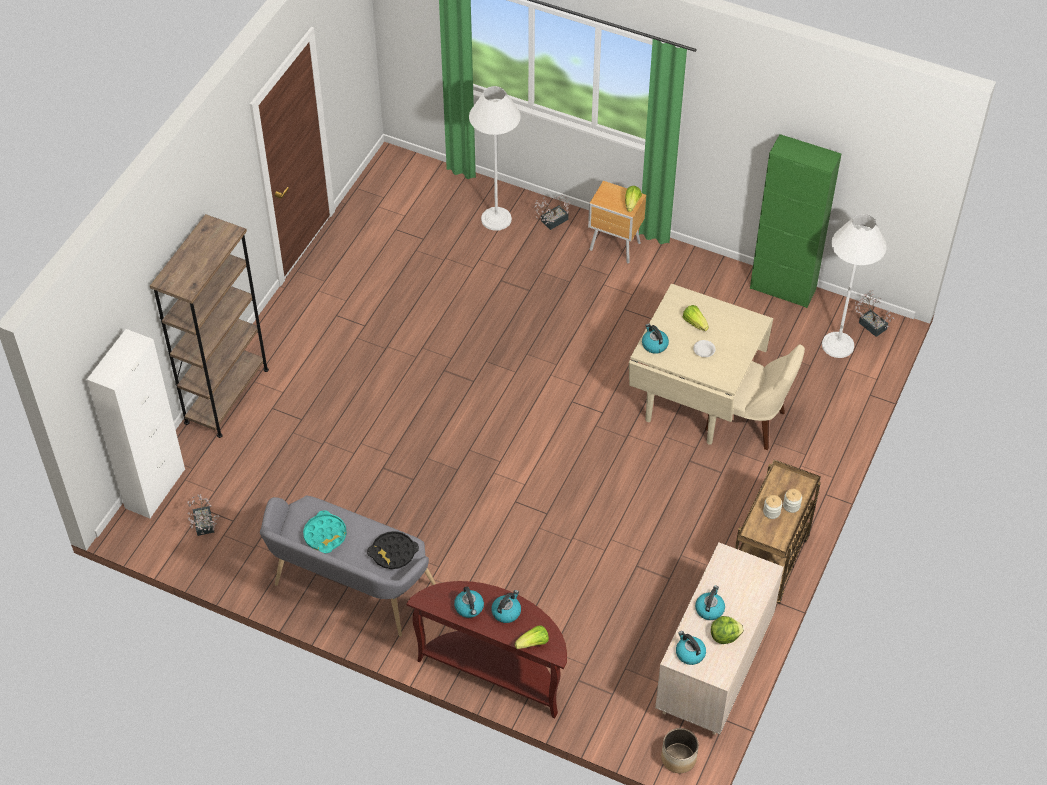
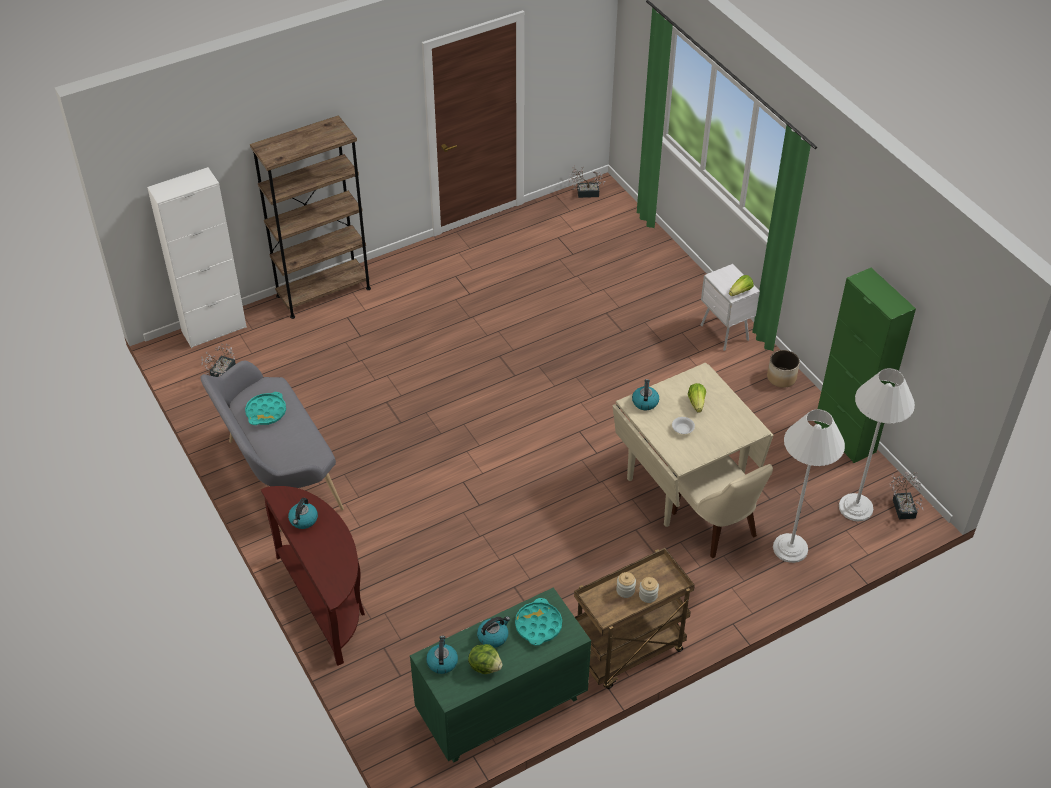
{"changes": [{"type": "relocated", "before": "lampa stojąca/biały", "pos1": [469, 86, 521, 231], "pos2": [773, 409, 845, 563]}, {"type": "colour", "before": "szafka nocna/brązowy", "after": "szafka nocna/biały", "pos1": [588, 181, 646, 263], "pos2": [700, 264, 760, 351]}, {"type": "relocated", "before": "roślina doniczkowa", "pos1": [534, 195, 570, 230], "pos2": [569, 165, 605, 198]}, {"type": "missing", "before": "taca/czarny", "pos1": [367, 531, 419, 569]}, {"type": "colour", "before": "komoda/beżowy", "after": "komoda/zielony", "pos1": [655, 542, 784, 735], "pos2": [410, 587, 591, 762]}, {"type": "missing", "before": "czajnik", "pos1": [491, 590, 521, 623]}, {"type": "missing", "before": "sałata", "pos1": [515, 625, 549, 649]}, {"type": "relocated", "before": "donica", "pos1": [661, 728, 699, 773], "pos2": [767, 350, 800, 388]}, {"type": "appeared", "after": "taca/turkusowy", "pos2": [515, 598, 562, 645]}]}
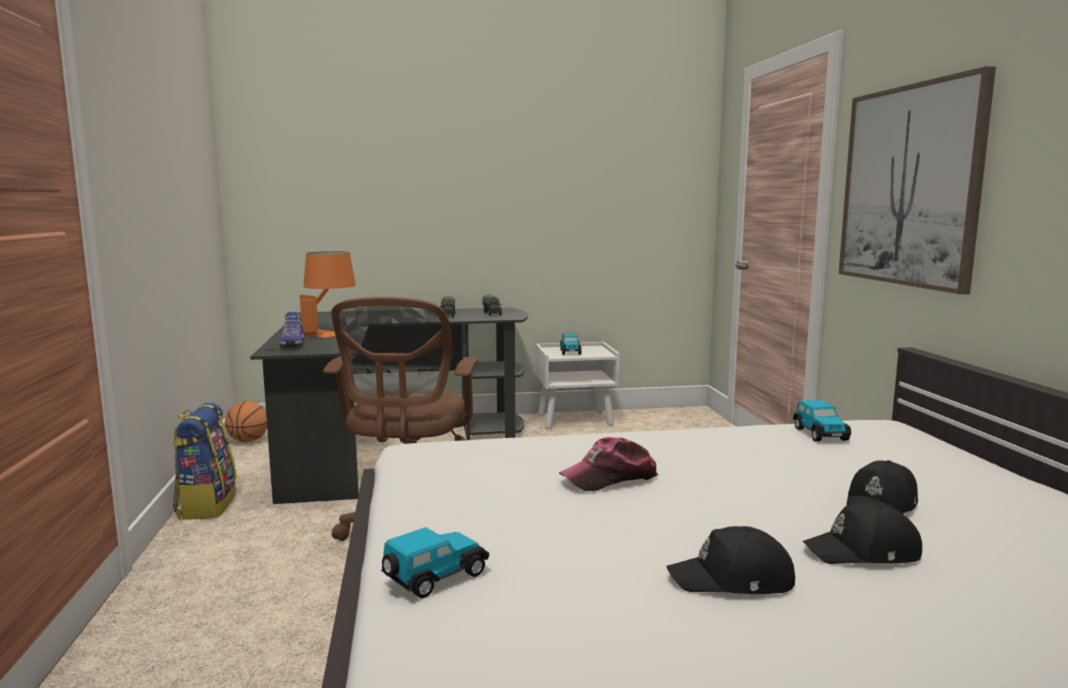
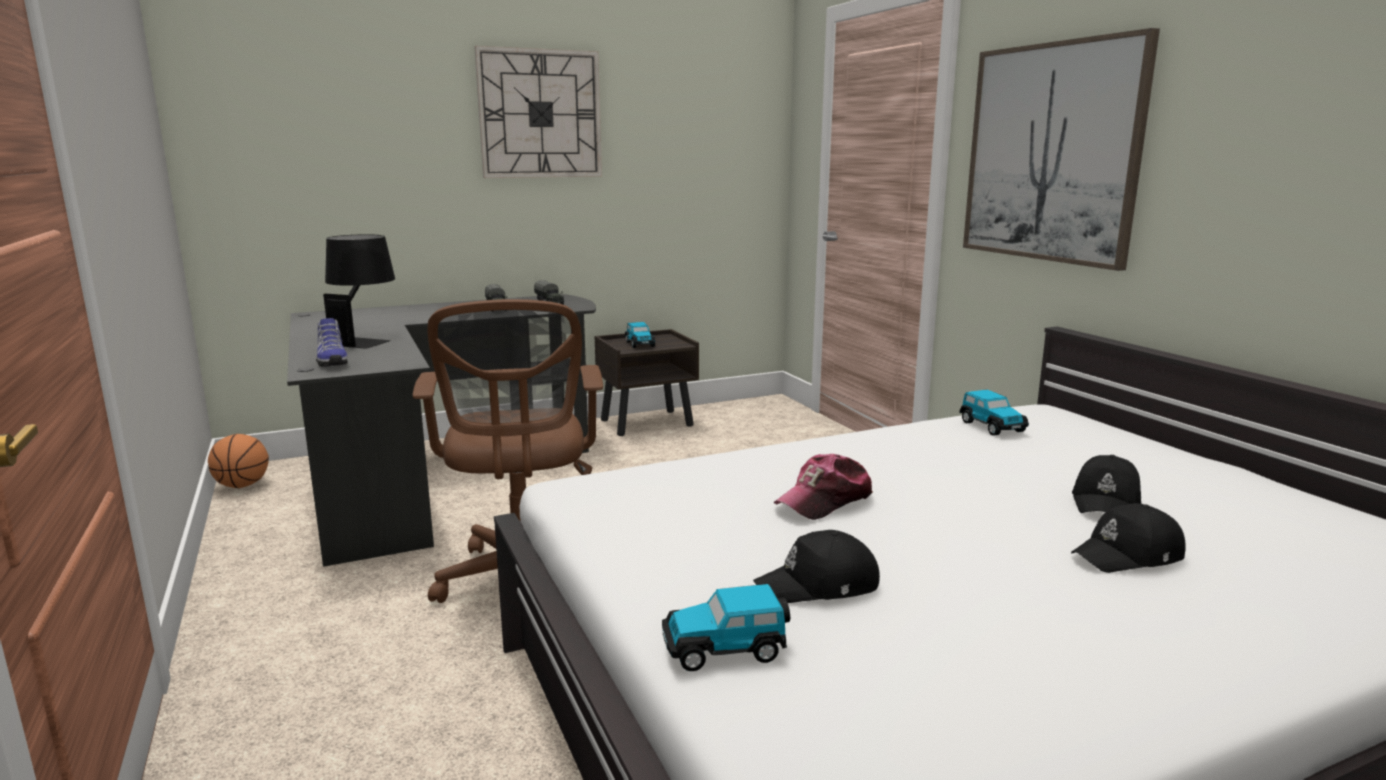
{"changes": [{"type": "colour", "before": "lampa stołowa/pomarańczowy", "after": "lampa stołowa/czarny", "pos1": [300, 251, 356, 338], "pos2": [323, 234, 395, 349]}, {"type": "colour", "before": "szafka nocna/biały", "after": "szafka nocna/brązowy", "pos1": [536, 342, 619, 429], "pos2": [595, 329, 699, 436]}, {"type": "missing", "before": "plecak", "pos1": [172, 403, 236, 520]}, {"type": "relocated", "before": "czapka z daszkiem/czarny", "pos1": [667, 526, 795, 594], "pos2": [753, 530, 880, 603]}, {"type": "spun", "before": "samochodzik", "pos1": [381, 527, 489, 598], "pos2": [662, 584, 790, 671], "turn": -135}, {"type": "appeared", "after": "zegar ścienny", "pos2": [474, 46, 602, 178]}]}
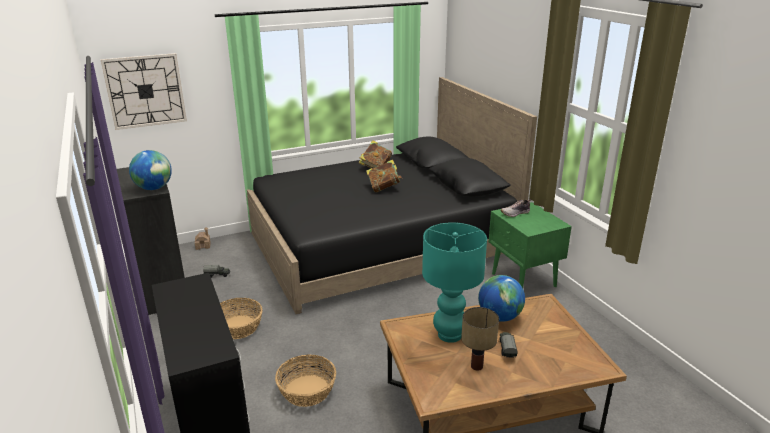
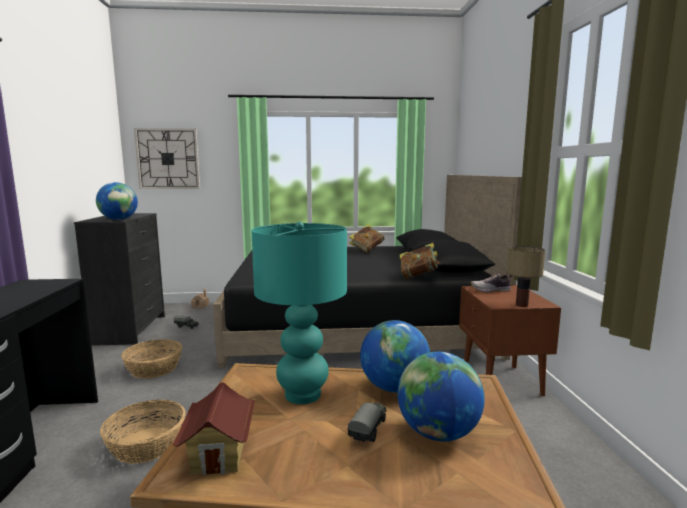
{"changes": [{"type": "relocated", "before": "książka", "pos1": [366, 160, 402, 192], "pos2": [400, 243, 441, 279]}, {"type": "colour", "before": "szafka nocna/zielony", "after": "szafka nocna/brązowy", "pos1": [488, 202, 572, 288], "pos2": [459, 285, 561, 396]}, {"type": "relocated", "before": "lampa stołowa", "pos1": [461, 307, 499, 371], "pos2": [507, 246, 545, 307]}, {"type": "appeared", "after": "globus", "pos2": [397, 352, 485, 441]}, {"type": "appeared", "after": "domek", "pos2": [172, 382, 255, 475]}]}
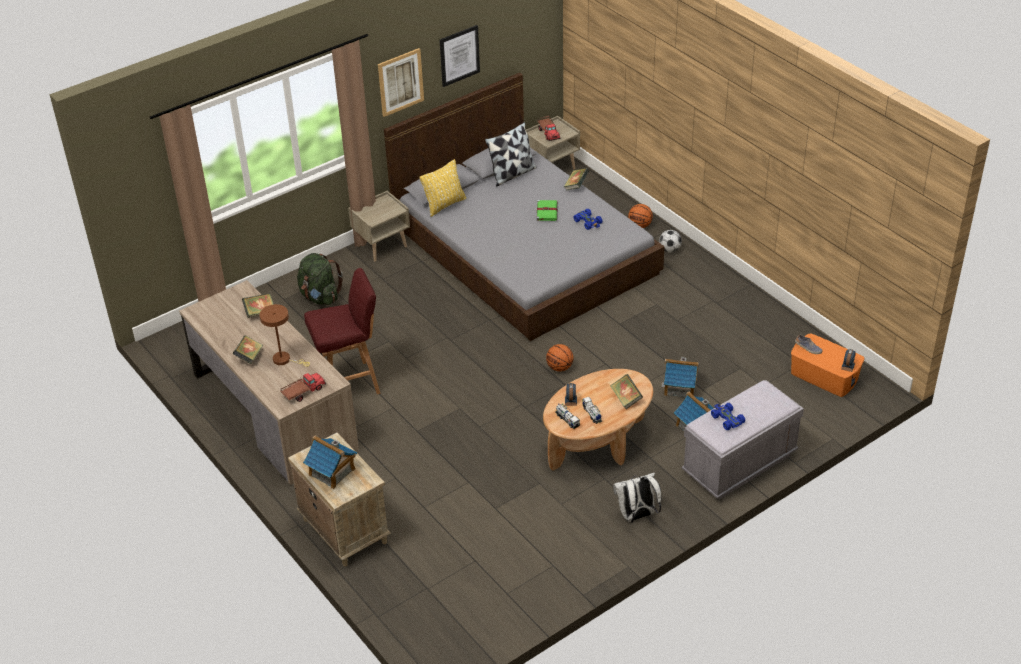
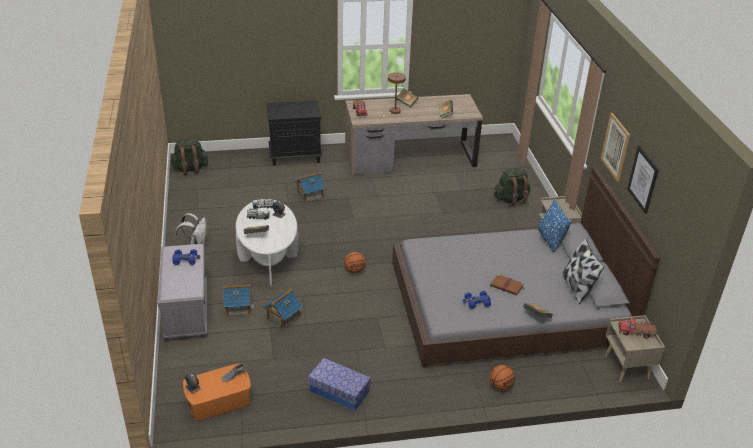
{"changes": [{"type": "colour", "before": "poduszka/żółty", "after": "poduszka/niebieski", "pos1": [420, 159, 466, 217], "pos2": [538, 200, 571, 253]}, {"type": "colour", "before": "książka/zielony", "after": "książka/brązowy", "pos1": [536, 200, 558, 221], "pos2": [490, 274, 525, 295]}, {"type": "missing", "before": "piłka futbolowa", "pos1": [659, 230, 682, 253]}, {"type": "missing", "before": "stołek/czerwony", "pos1": [304, 268, 380, 394]}, {"type": "colour", "before": "ława/brązowy", "after": "ława/biały", "pos1": [543, 369, 653, 471], "pos2": [236, 199, 298, 286]}, {"type": "colour", "before": "szafka nocna/beżowy", "after": "szafka nocna/czarny", "pos1": [288, 433, 391, 566], "pos2": [266, 101, 322, 166]}, {"type": "relocated", "before": "domek", "pos1": [303, 436, 357, 489], "pos2": [295, 172, 325, 203]}, {"type": "appeared", "after": "plecak/zielony", "pos2": [170, 138, 208, 175]}, {"type": "appeared", "after": "pojemnik do przechowywania", "pos2": [308, 358, 371, 411]}]}
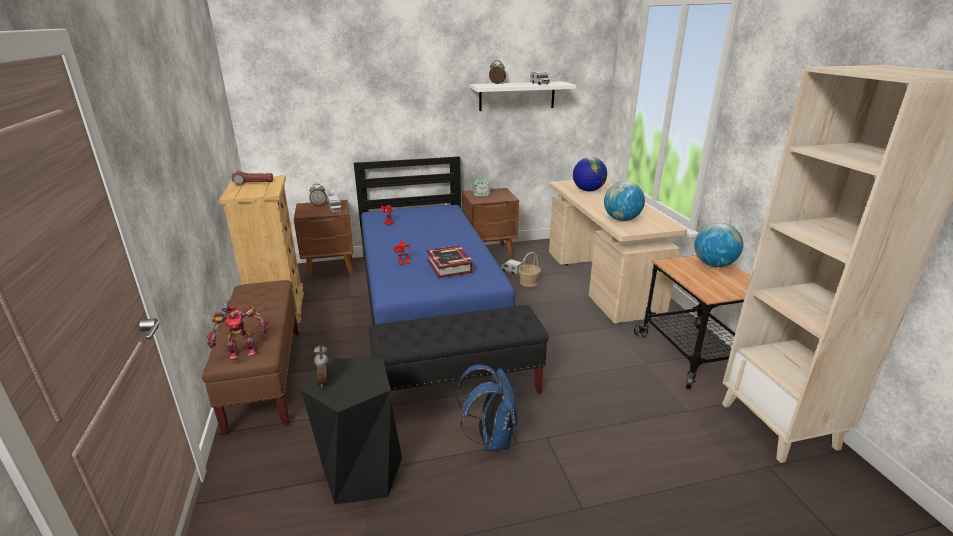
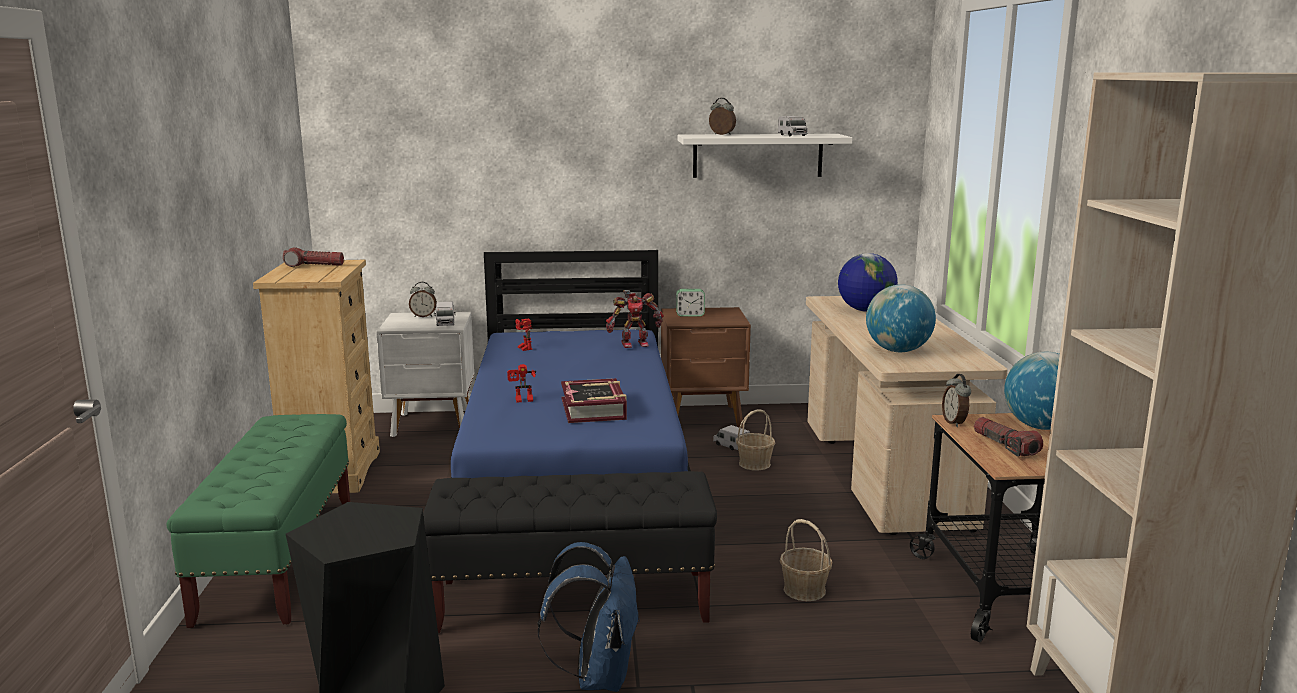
{"changes": [{"type": "colour", "before": "szafka nocna/brązowy", "after": "szafka nocna/biały", "pos1": [294, 200, 354, 281], "pos2": [377, 312, 474, 437]}, {"type": "colour", "before": "ławka/brązowy", "after": "ławka/zielony", "pos1": [202, 280, 299, 436], "pos2": [166, 414, 350, 628]}, {"type": "relocated", "before": "robot zabawkowy", "pos1": [207, 300, 269, 360], "pos2": [606, 290, 664, 348]}, {"type": "relocated", "before": "budzik", "pos1": [314, 344, 328, 387], "pos2": [942, 374, 971, 427]}, {"type": "appeared", "after": "latarka", "pos2": [974, 417, 1043, 457]}, {"type": "appeared", "after": "koszyk", "pos2": [780, 519, 832, 601]}]}
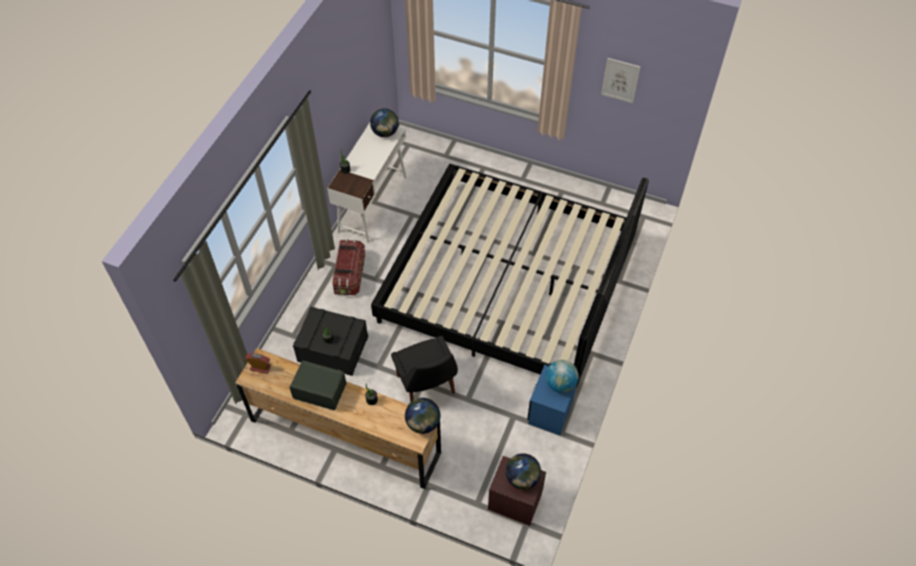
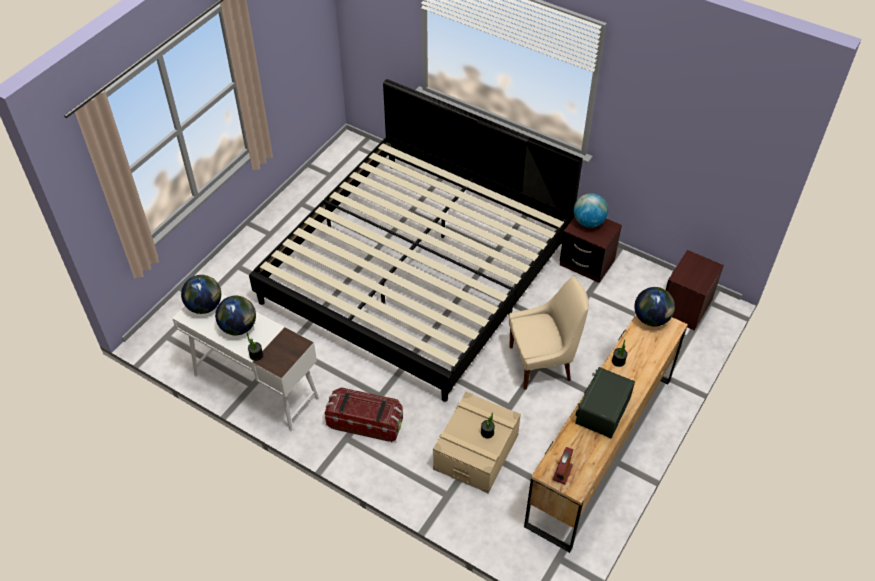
{"changes": [{"type": "missing", "before": "obraz", "pos1": [601, 58, 640, 103]}, {"type": "colour", "before": "pojemnik do przechowywania/czarny", "after": "pojemnik do przechowywania/beżowy", "pos1": [293, 307, 368, 376], "pos2": [433, 391, 521, 493]}, {"type": "colour", "before": "krzesło/czarny", "after": "krzesło/beżowy", "pos1": [391, 336, 458, 402], "pos2": [509, 277, 589, 390]}, {"type": "colour", "before": "szafka nocna/niebieski", "after": "szafka nocna/brązowy", "pos1": [527, 365, 577, 435], "pos2": [560, 217, 622, 283]}, {"type": "relocated", "before": "globus", "pos1": [506, 453, 541, 490], "pos2": [215, 296, 256, 335]}]}
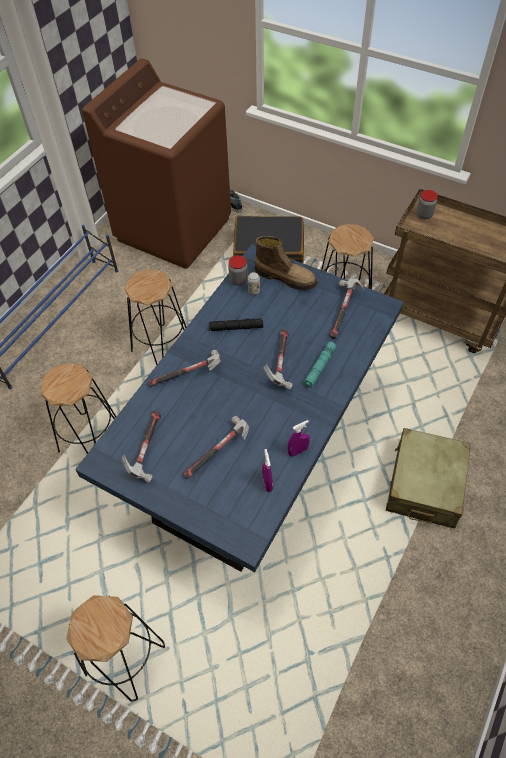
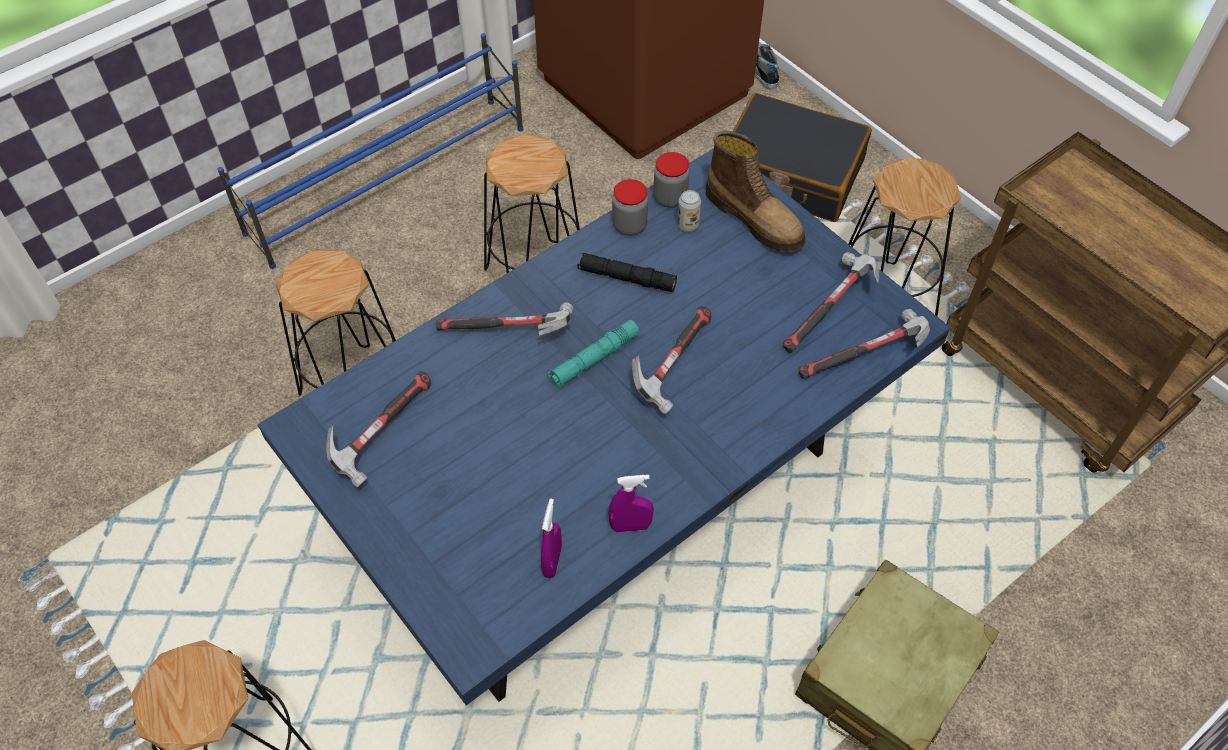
{"changes": [{"type": "relocated", "before": "słoik", "pos1": [416, 190, 438, 219], "pos2": [612, 179, 648, 236]}, {"type": "relocated", "before": "latarka/turkusowy", "pos1": [303, 342, 336, 387], "pos2": [547, 320, 640, 388]}, {"type": "relocated", "before": "młotek", "pos1": [183, 416, 249, 479], "pos2": [799, 309, 930, 379]}]}
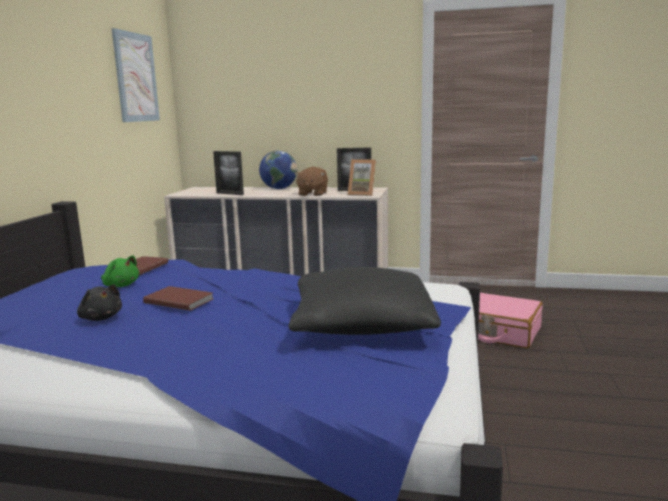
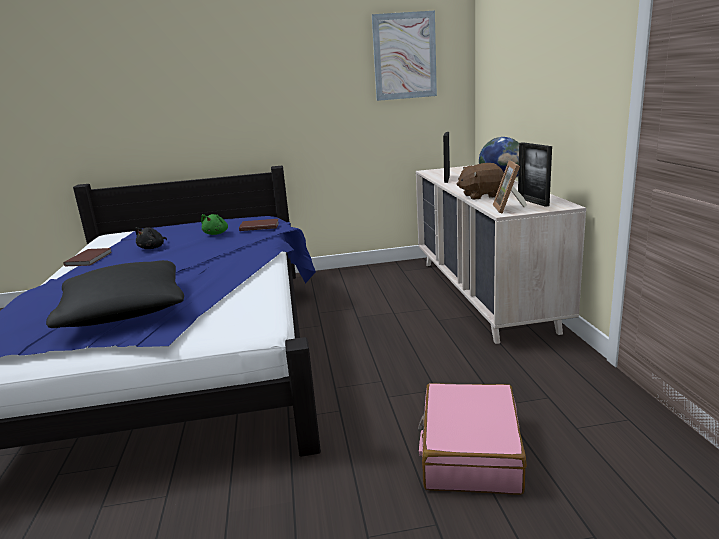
{"changes": [{"type": "relocated", "before": "książka/brązowy", "pos1": [143, 286, 213, 311], "pos2": [64, 248, 112, 267]}]}
